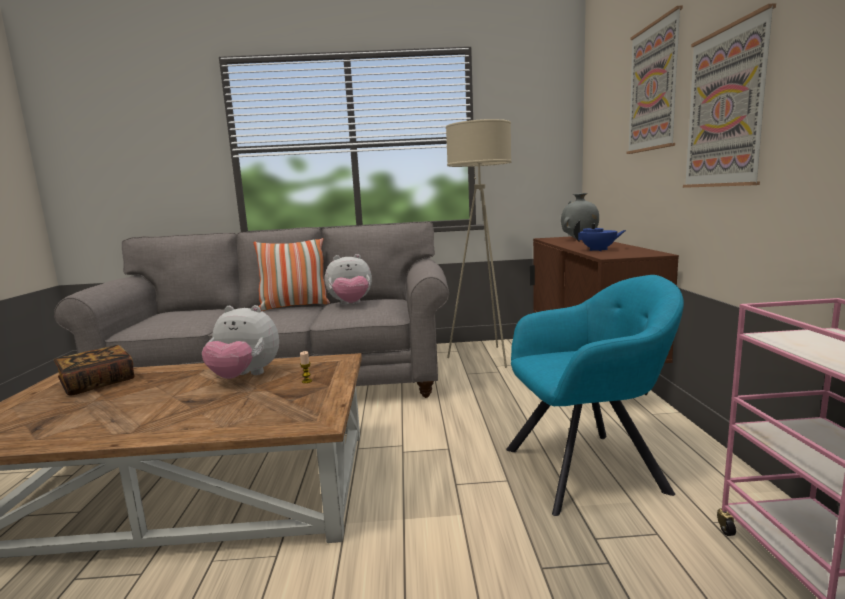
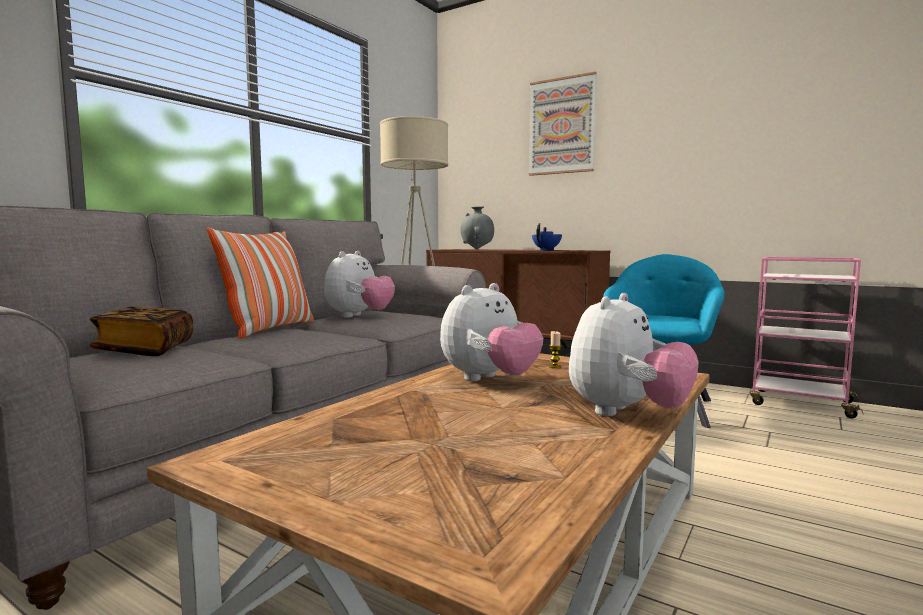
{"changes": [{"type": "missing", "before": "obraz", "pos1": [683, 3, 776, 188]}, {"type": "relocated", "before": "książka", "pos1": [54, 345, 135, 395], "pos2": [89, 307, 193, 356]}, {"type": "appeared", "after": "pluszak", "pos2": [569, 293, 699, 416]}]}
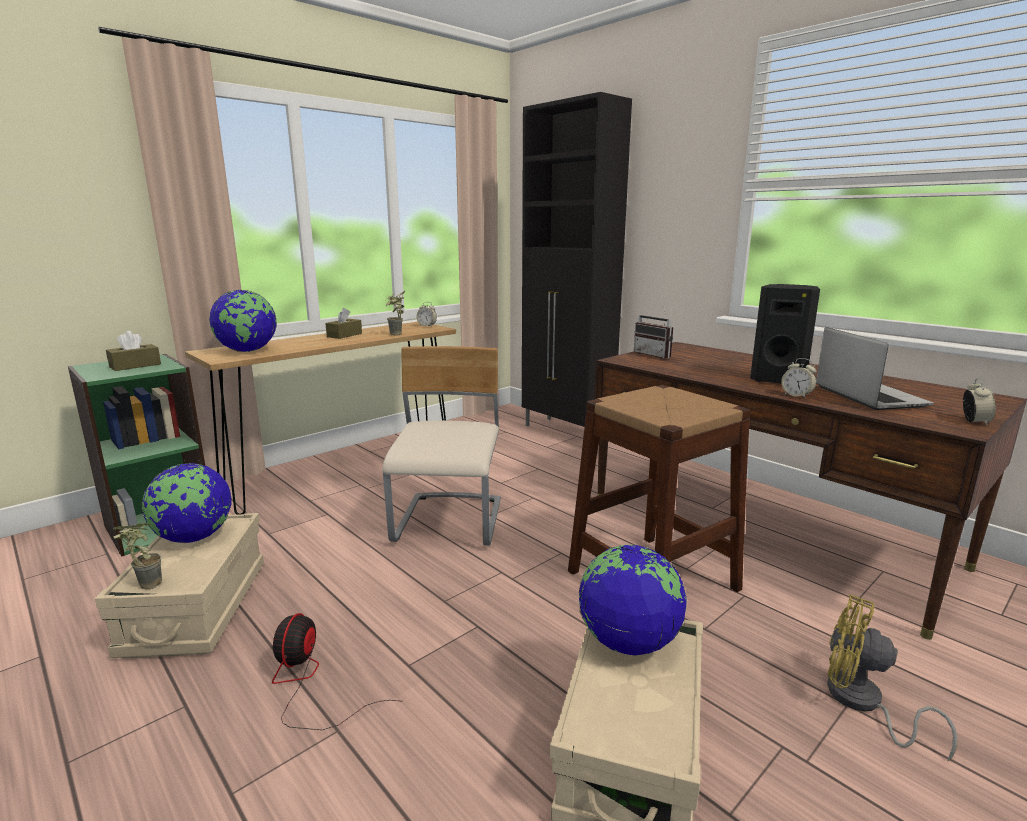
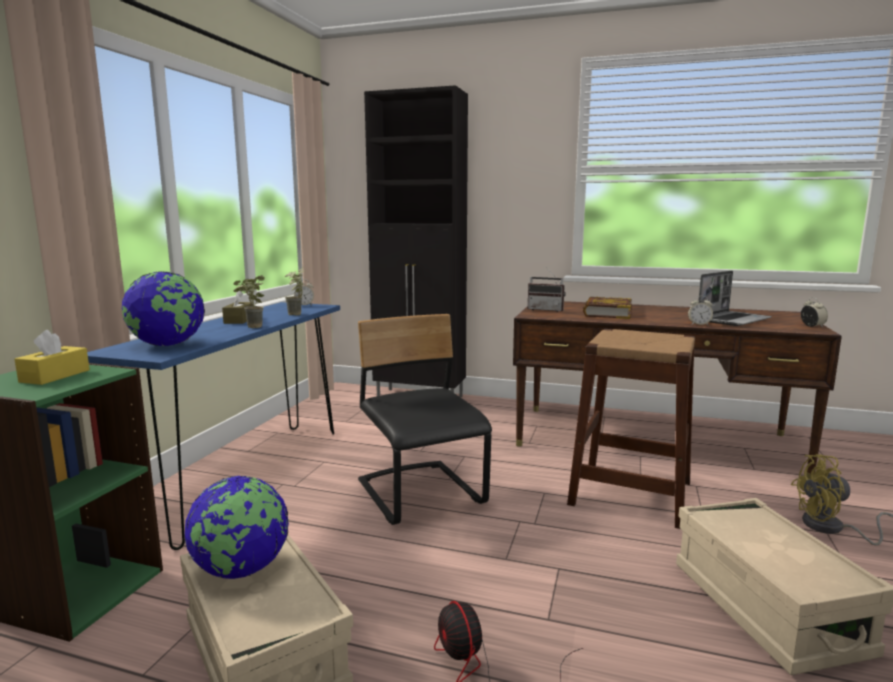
{"changes": [{"type": "missing", "before": "głośnik/czarny", "pos1": [750, 284, 820, 384]}, {"type": "colour", "before": "stolik konsolowy/brązowy", "after": "stolik konsolowy/niebieski", "pos1": [185, 322, 456, 515], "pos2": [87, 302, 340, 550]}, {"type": "spun", "before": "laptop", "pos1": [816, 327, 934, 410], "pos2": [698, 271, 772, 326], "turn": 90}, {"type": "colour", "before": "pudełko chusteczek/brązowy", "after": "pudełko chusteczek/żółty", "pos1": [106, 331, 161, 371], "pos2": [14, 330, 90, 385]}, {"type": "colour", "before": "krzesło/beżowy", "after": "krzesło/czarny", "pos1": [382, 346, 501, 545], "pos2": [358, 314, 492, 525]}, {"type": "relocated", "before": "roślina doniczkowa", "pos1": [113, 523, 162, 589], "pos2": [233, 275, 265, 328]}, {"type": "missing", "before": "globus", "pos1": [579, 545, 687, 656]}, {"type": "appeared", "after": "książka", "pos2": [583, 297, 632, 319]}]}
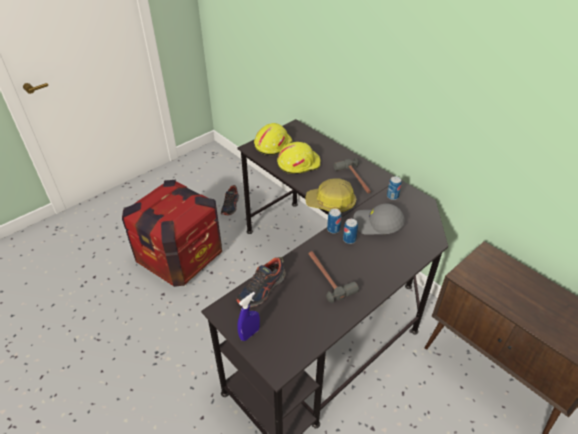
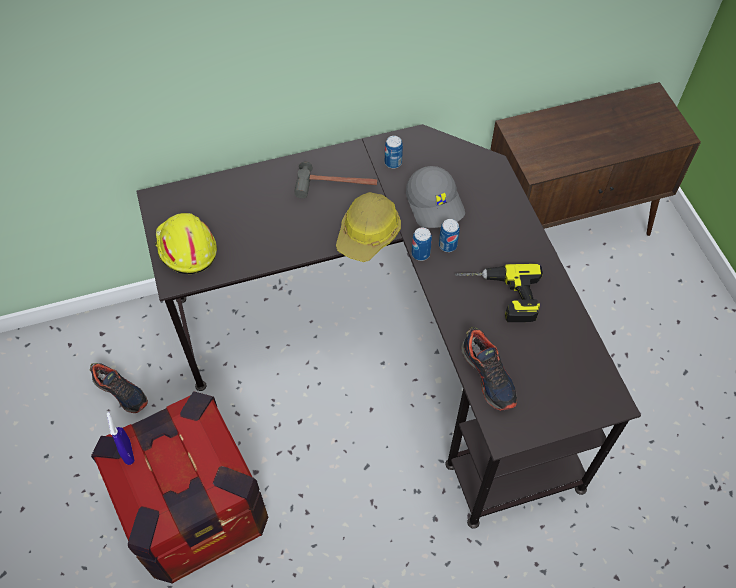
{"changes": [{"type": "missing", "before": "kask/żółty", "pos1": [277, 142, 321, 174]}, {"type": "spun", "before": "czapka z daszkiem/szary", "pos1": [353, 204, 405, 234], "pos2": [406, 166, 465, 228], "turn": -60}, {"type": "exchanged", "before": "młotek", "after": "wiertarka", "pos1": [308, 251, 359, 303], "pos2": [455, 264, 543, 322]}, {"type": "relocated", "before": "spryskiwacz/niebieski", "pos1": [237, 292, 260, 341], "pos2": [107, 412, 135, 465]}]}
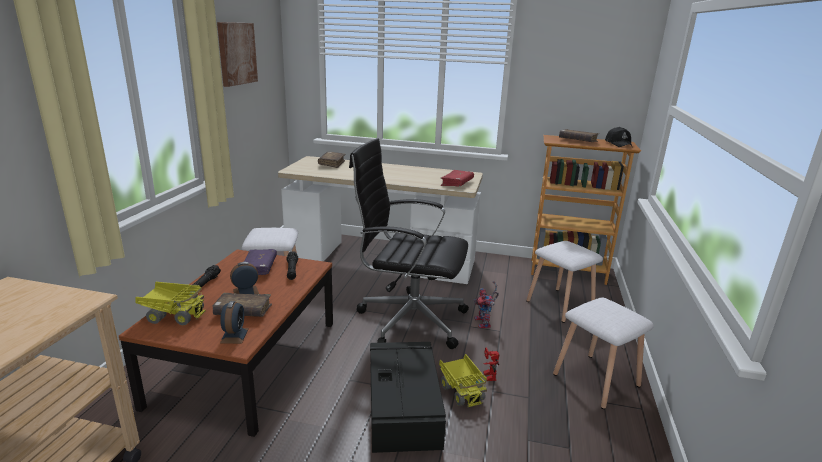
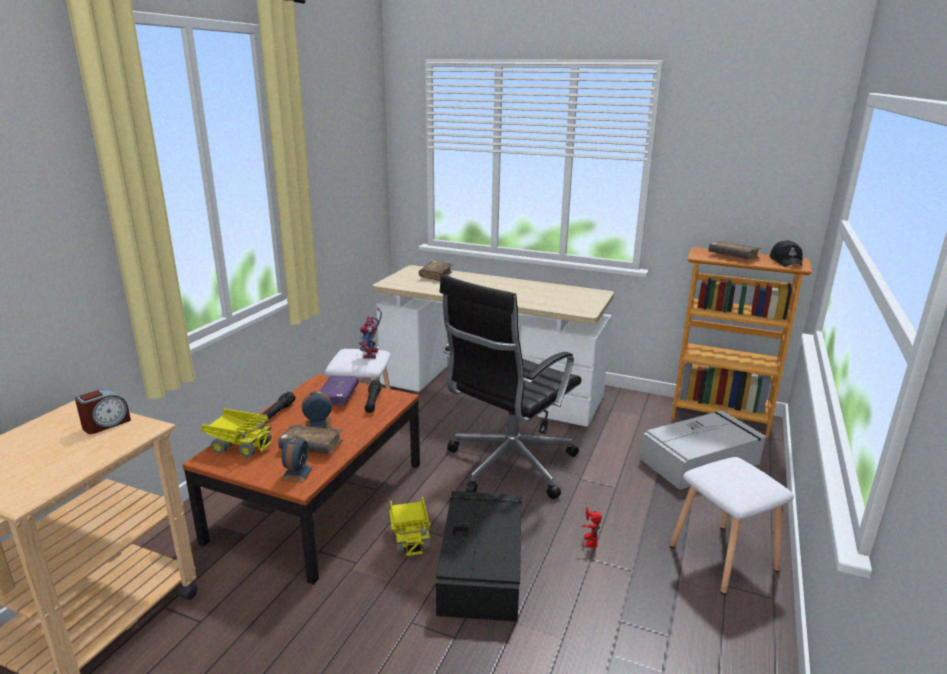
{"changes": [{"type": "missing", "before": "obraz", "pos1": [217, 22, 258, 87]}, {"type": "spun", "before": "krzesło biurowe/czarny", "pos1": [349, 138, 469, 349], "pos2": [439, 275, 582, 499], "turn": -75}, {"type": "missing", "before": "książka/czerwony", "pos1": [440, 170, 474, 186]}, {"type": "exchanged", "before": "stołek/biały", "after": "pojemnik do przechowywania/szary", "pos1": [526, 241, 603, 323], "pos2": [640, 411, 767, 490]}, {"type": "relocated", "before": "robot zabawkowy", "pos1": [473, 281, 499, 328], "pos2": [359, 308, 382, 359]}, {"type": "relocated", "before": "ciężarówka zabawkowa", "pos1": [439, 354, 487, 408], "pos2": [389, 497, 431, 556]}, {"type": "appeared", "after": "budzik", "pos2": [75, 389, 131, 434]}]}
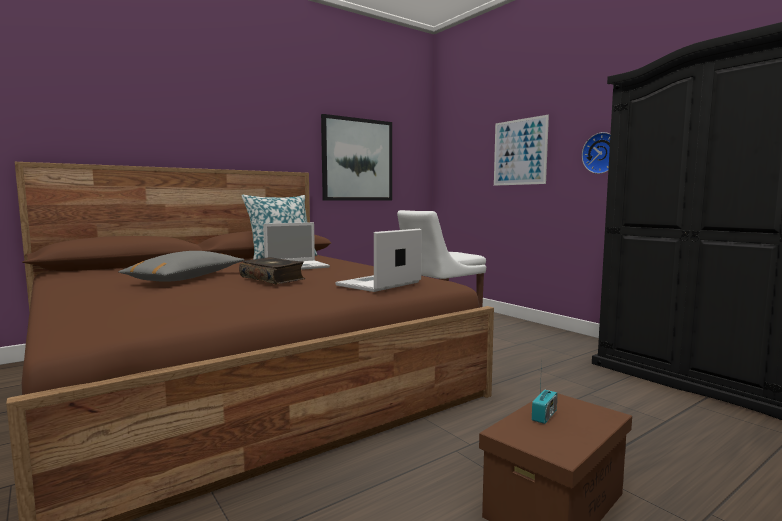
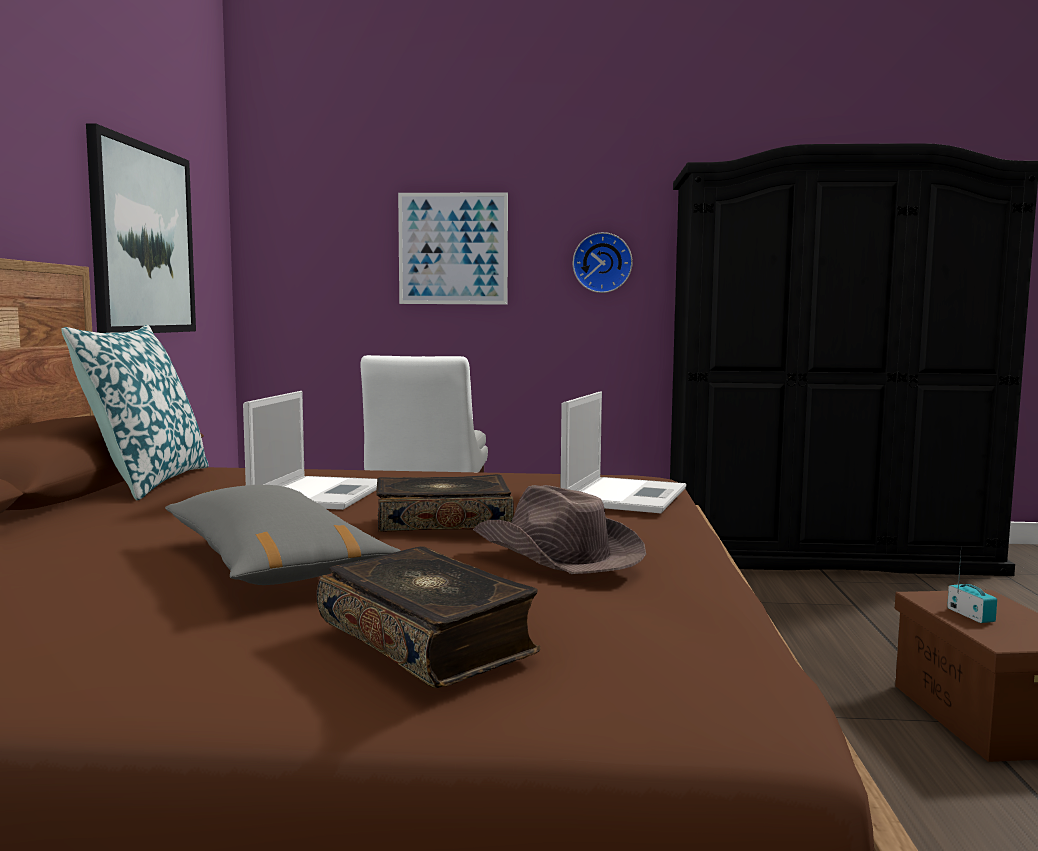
{"changes": [{"type": "spun", "before": "laptop", "pos1": [335, 229, 422, 292], "pos2": [560, 391, 687, 513], "turn": -150}, {"type": "appeared", "after": "kapelusz/brązowy", "pos2": [473, 485, 646, 574]}, {"type": "appeared", "after": "książka", "pos2": [316, 546, 540, 688]}]}
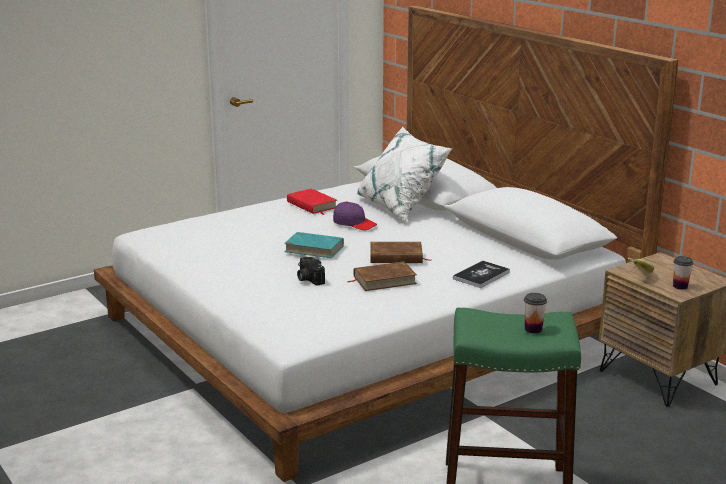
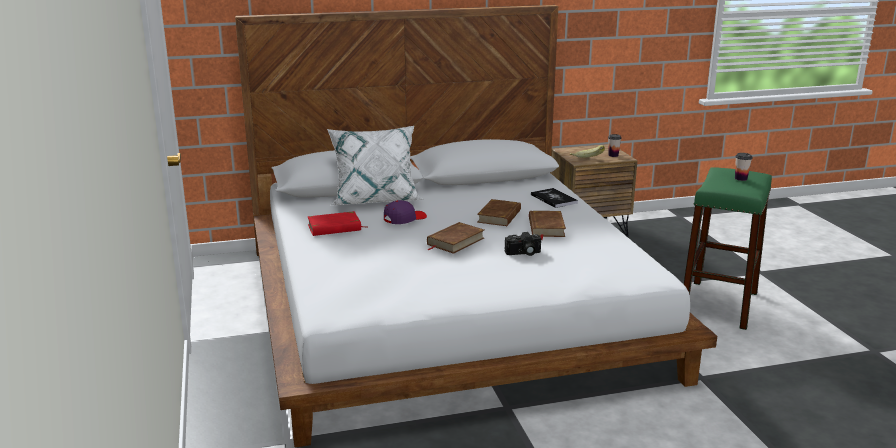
{"changes": [{"type": "colour", "before": "książka/turkusowy", "after": "książka/brązowy", "pos1": [284, 232, 344, 258], "pos2": [427, 222, 484, 254]}]}
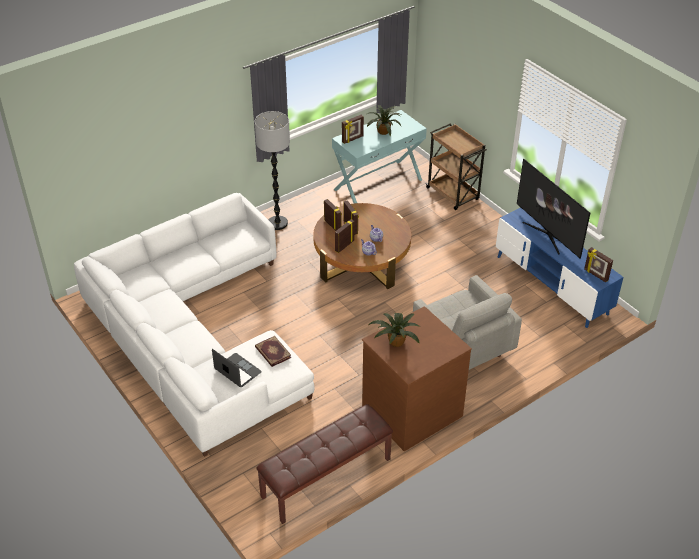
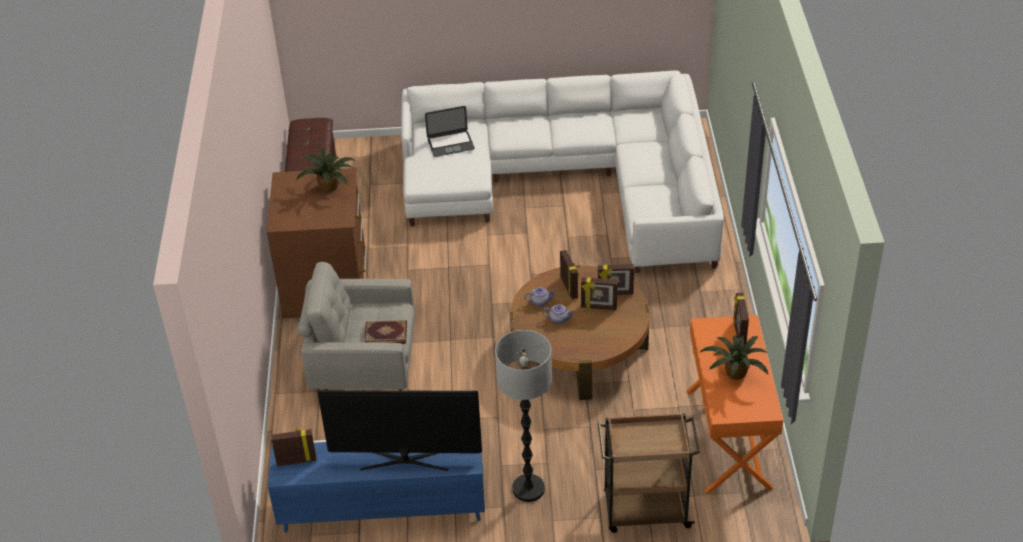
{"changes": [{"type": "colour", "before": "stolik konsolowy/turkusowy", "after": "stolik konsolowy/pomarańczowy", "pos1": [332, 110, 427, 203], "pos2": [686, 315, 783, 493]}, {"type": "relocated", "before": "lampa stojąca", "pos1": [255, 111, 290, 230], "pos2": [495, 330, 552, 502]}, {"type": "relocated", "before": "książka", "pos1": [255, 336, 291, 367], "pos2": [364, 320, 407, 344]}]}
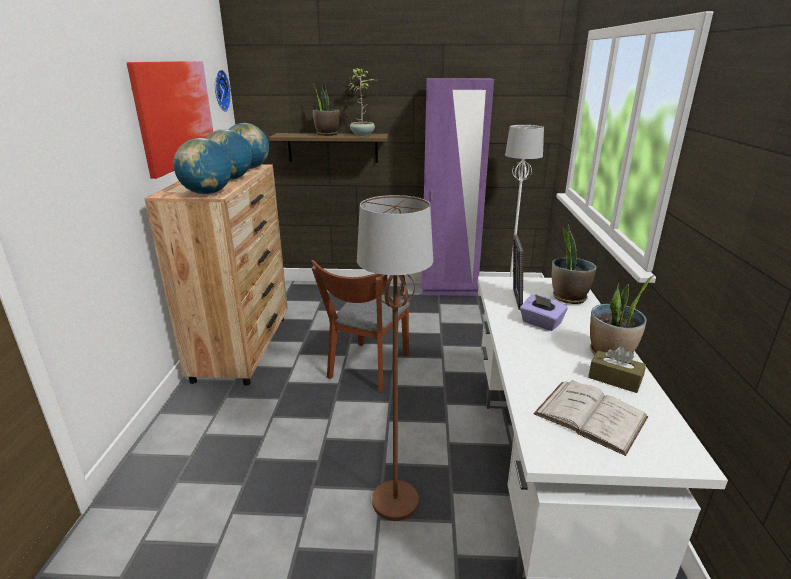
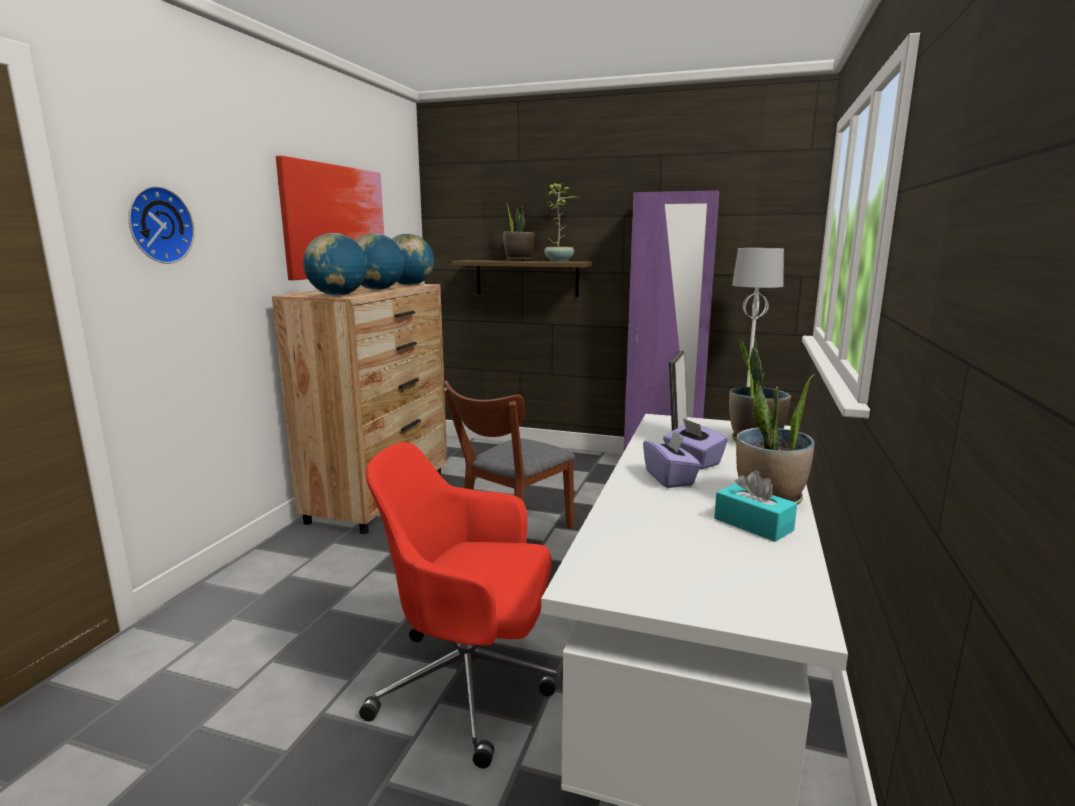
{"changes": [{"type": "relocated", "before": "zegar ścienny", "pos1": [215, 70, 231, 112], "pos2": [128, 186, 194, 264]}, {"type": "exchanged", "before": "lampa stojąca/brązowy", "after": "krzesło biurowe/czerwony", "pos1": [357, 195, 433, 521], "pos2": [359, 442, 557, 768]}, {"type": "colour", "before": "pudełko chusteczek/brązowy", "after": "pudełko chusteczek/turkusowy", "pos1": [588, 346, 646, 393], "pos2": [714, 471, 797, 542]}, {"type": "missing", "before": "książka/biały", "pos1": [533, 380, 648, 456]}, {"type": "appeared", "after": "pudełko chusteczek/fioletowy", "pos2": [643, 431, 701, 488]}]}
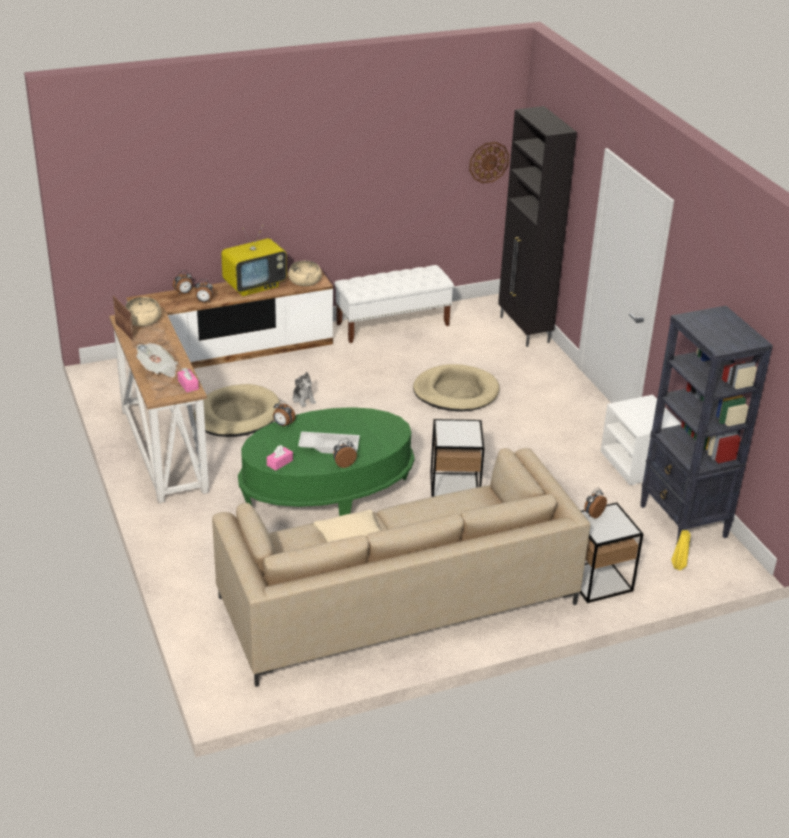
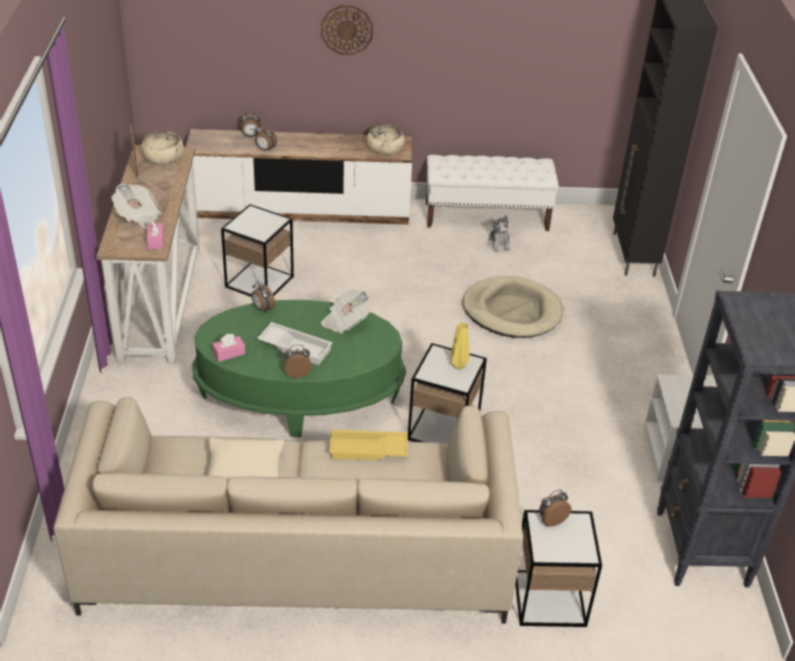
{"changes": [{"type": "relocated", "before": "zegar ścienny", "pos1": [469, 142, 509, 183], "pos2": [321, 5, 373, 55]}, {"type": "missing", "before": "telewizor", "pos1": [221, 224, 287, 296]}, {"type": "relocated", "before": "pluszak", "pos1": [293, 372, 316, 407], "pos2": [488, 215, 510, 252]}, {"type": "exchanged", "before": "legowisko/beżowy", "after": "stolik", "pos1": [194, 384, 280, 437], "pos2": [221, 204, 294, 297]}, {"type": "relocated", "before": "wazon/żółty", "pos1": [671, 530, 691, 570], "pos2": [451, 322, 469, 369]}, {"type": "appeared", "after": "gazeta", "pos2": [321, 289, 371, 334]}, {"type": "appeared", "after": "taca/żółty", "pos2": [330, 430, 408, 460]}]}
